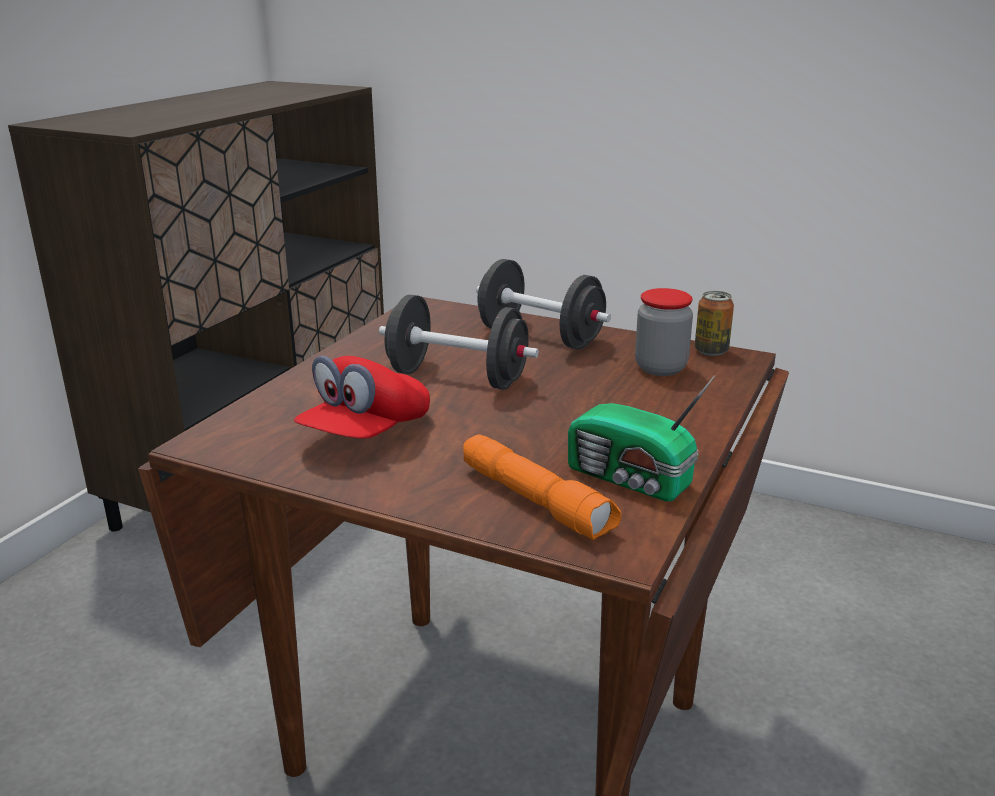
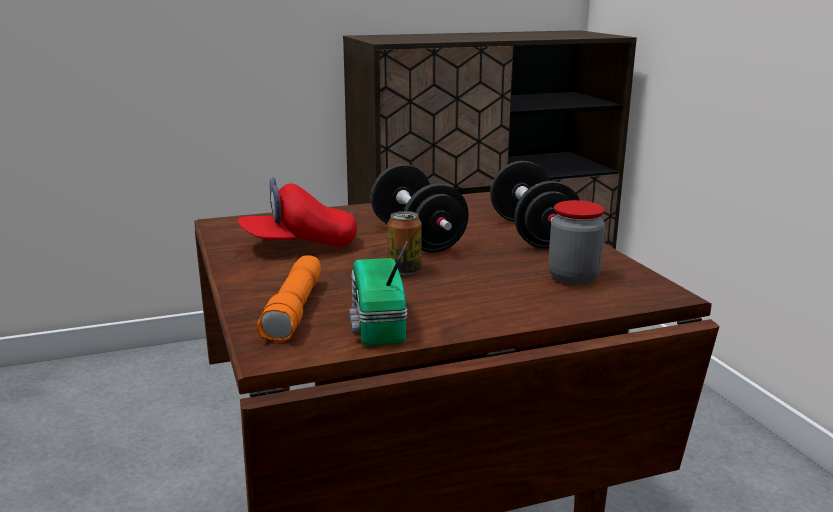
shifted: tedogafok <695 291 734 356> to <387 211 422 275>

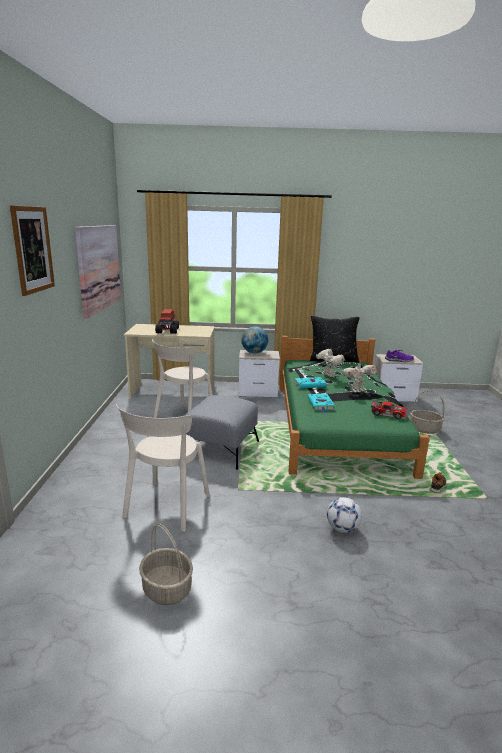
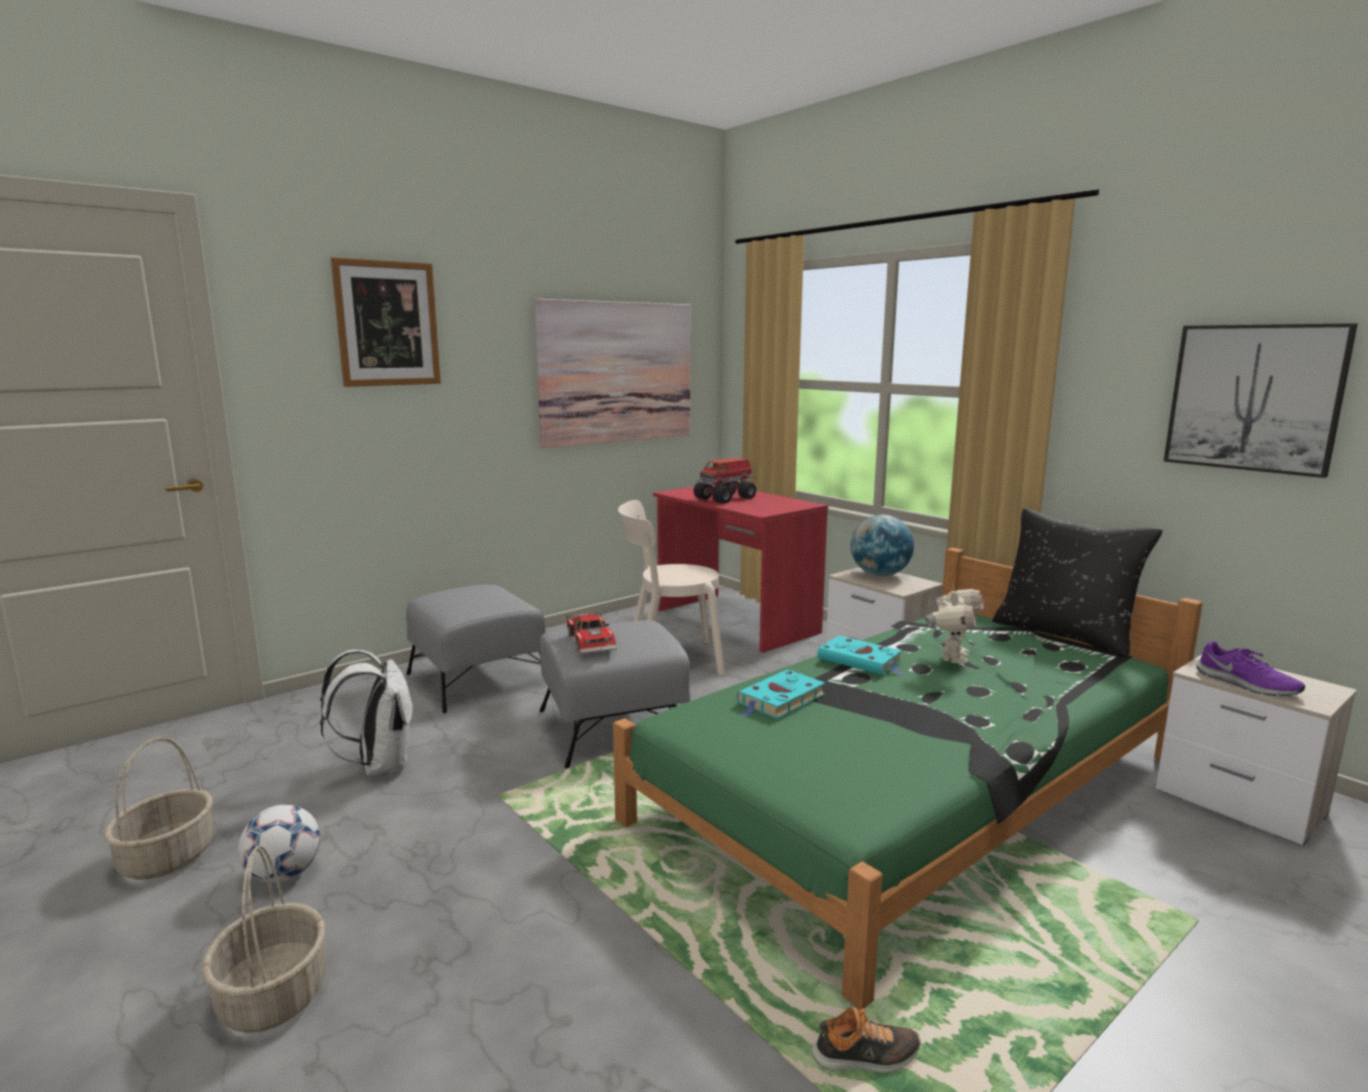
gone: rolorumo <341 360 377 392>
new: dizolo <1164 323 1358 478>; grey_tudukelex <406 585 545 713>
shifted: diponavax <410 391 444 434> to <202 845 326 1033>; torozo <371 400 407 419> to <566 611 617 654>; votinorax <327 497 362 533> to <238 804 320 883>
swapped: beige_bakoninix <116 404 210 532> to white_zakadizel <320 650 414 776>
repainted: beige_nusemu <124 324 215 399> to red_nusemu <653 483 828 653>

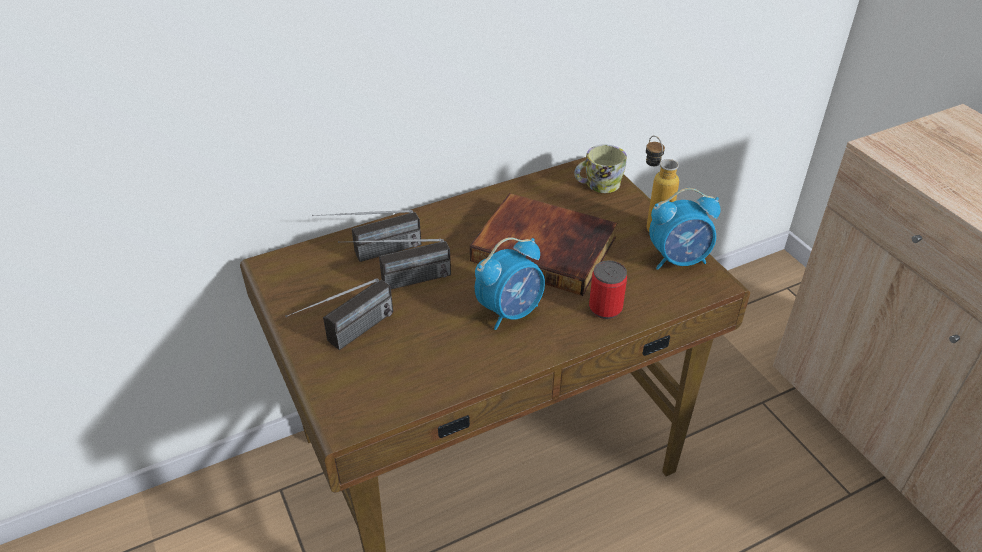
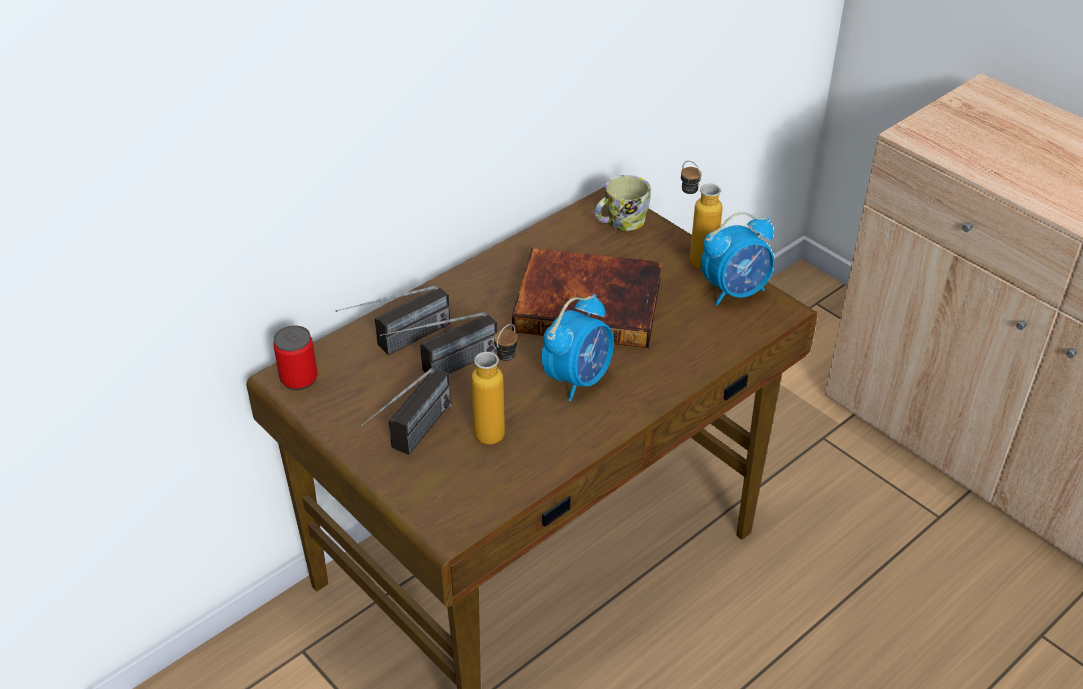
new: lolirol <471 324 518 445>
shifted: tedogafok <589 260 627 319> to <274 325 318 390>

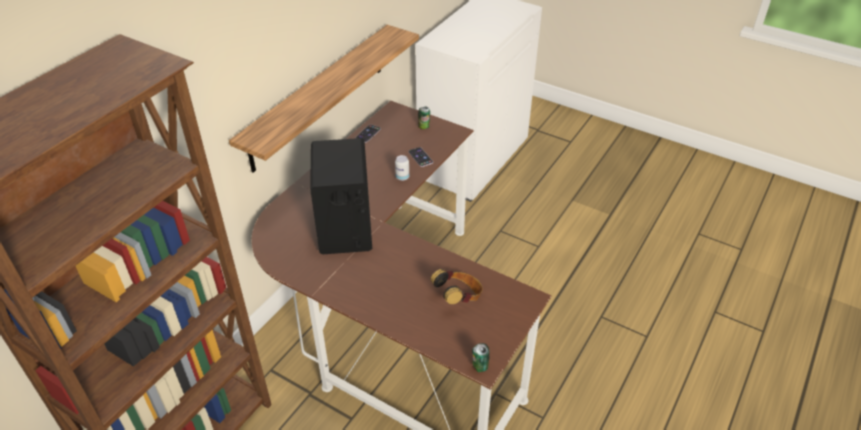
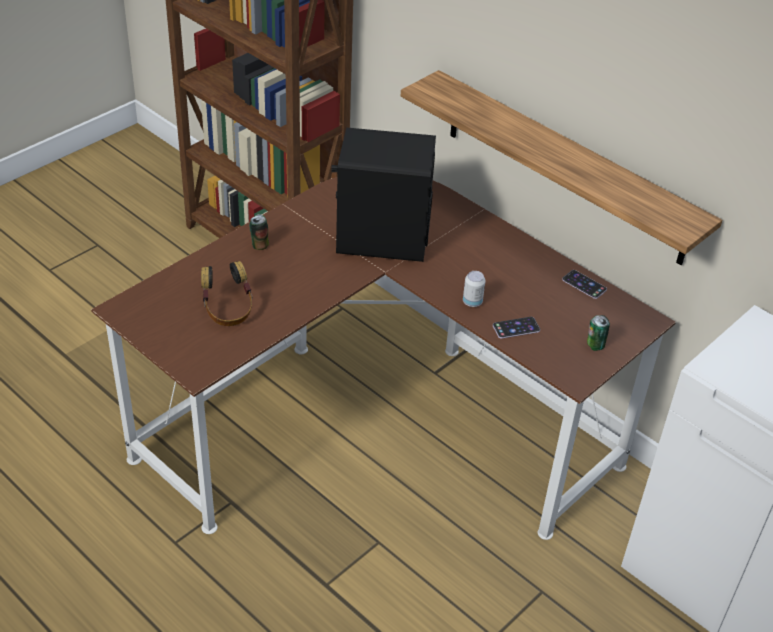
shifted: tedogafok <472 343 490 372> to <249 214 269 250>

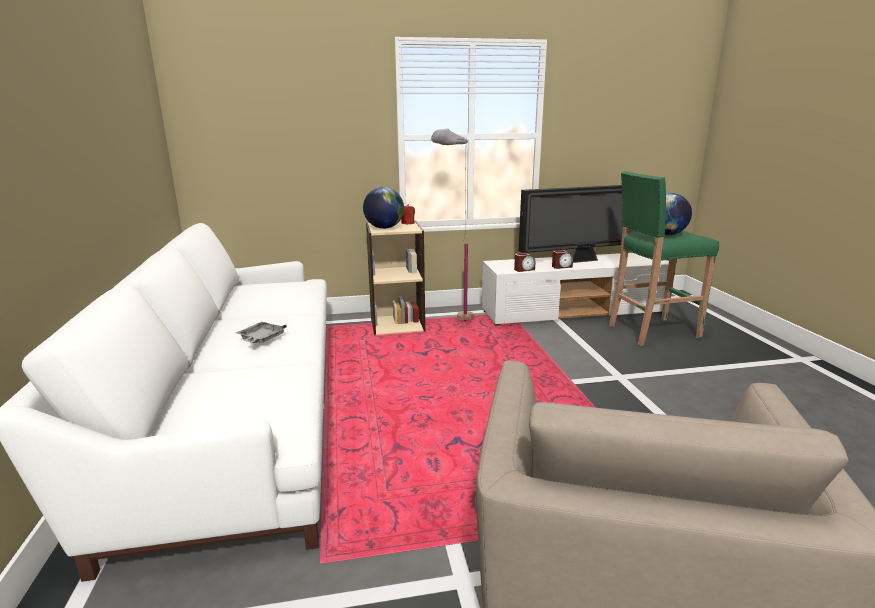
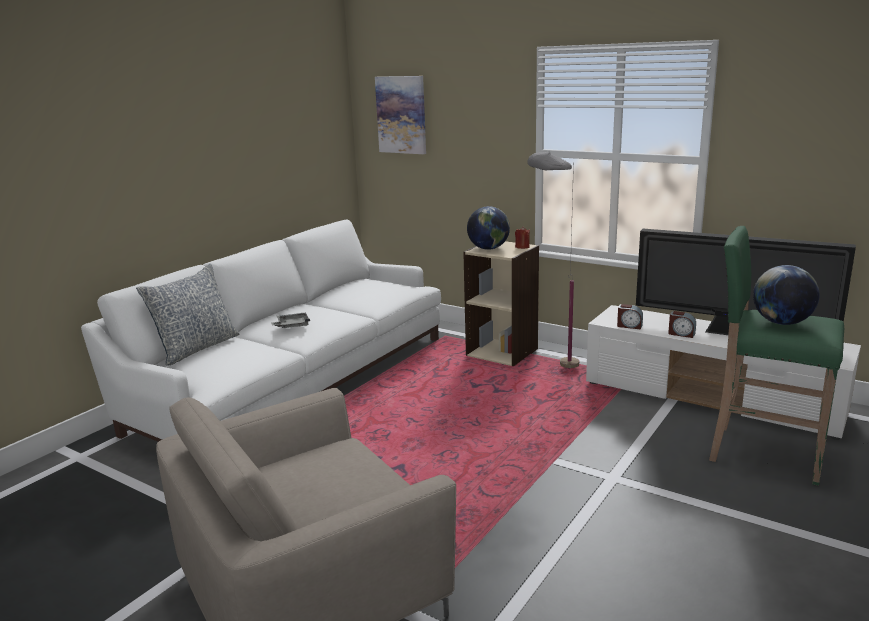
new: dizolo <375 76 426 154>; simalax <136 264 239 366>

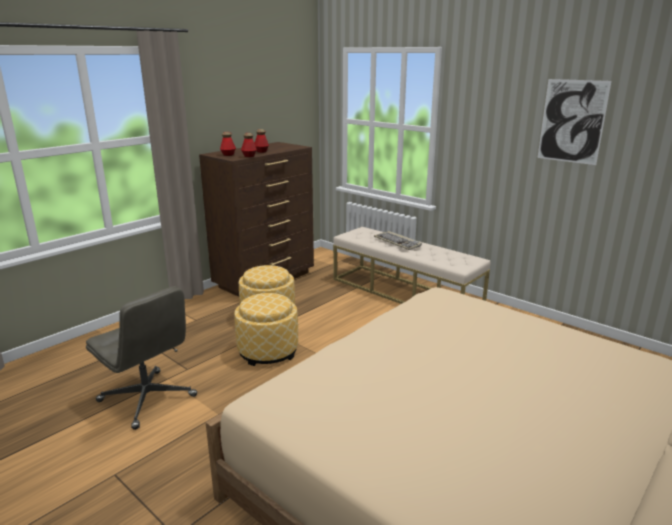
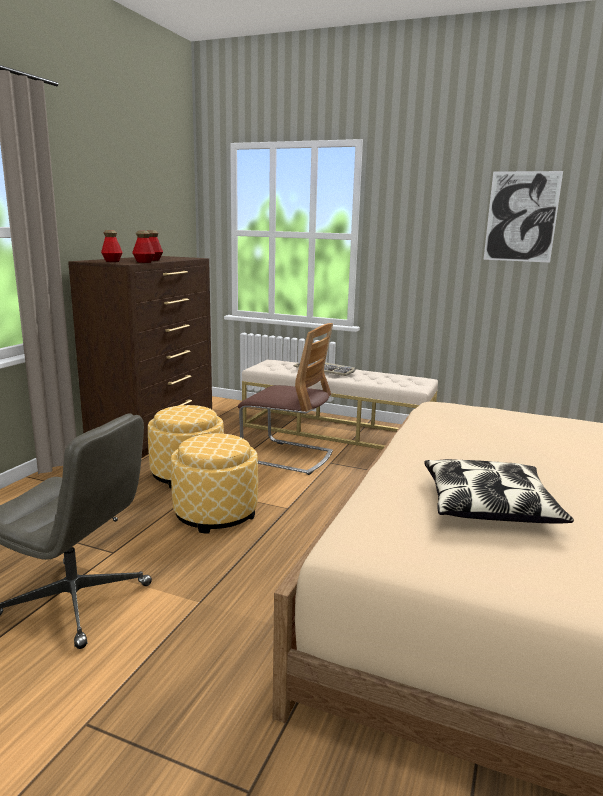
new: bakoninix <238 323 333 475>; simalax <424 459 574 524>

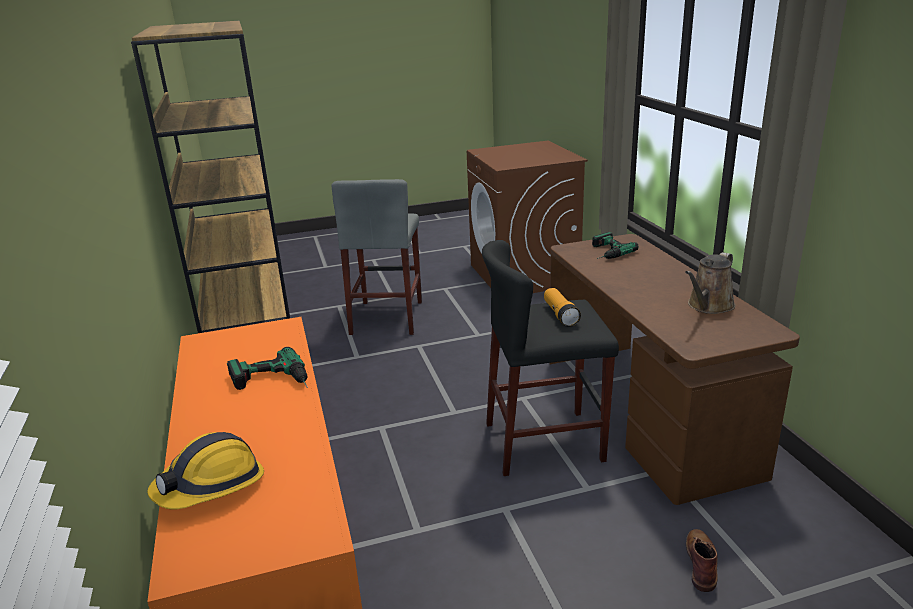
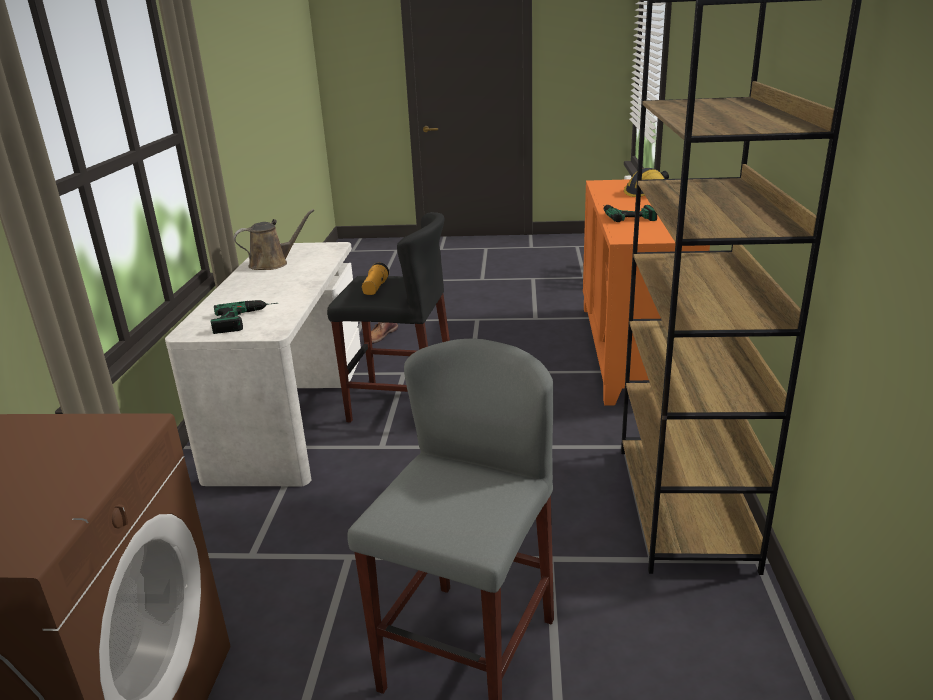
repainted: brown_nusemu <550 234 800 505> to white_nusemu <165 242 361 486>

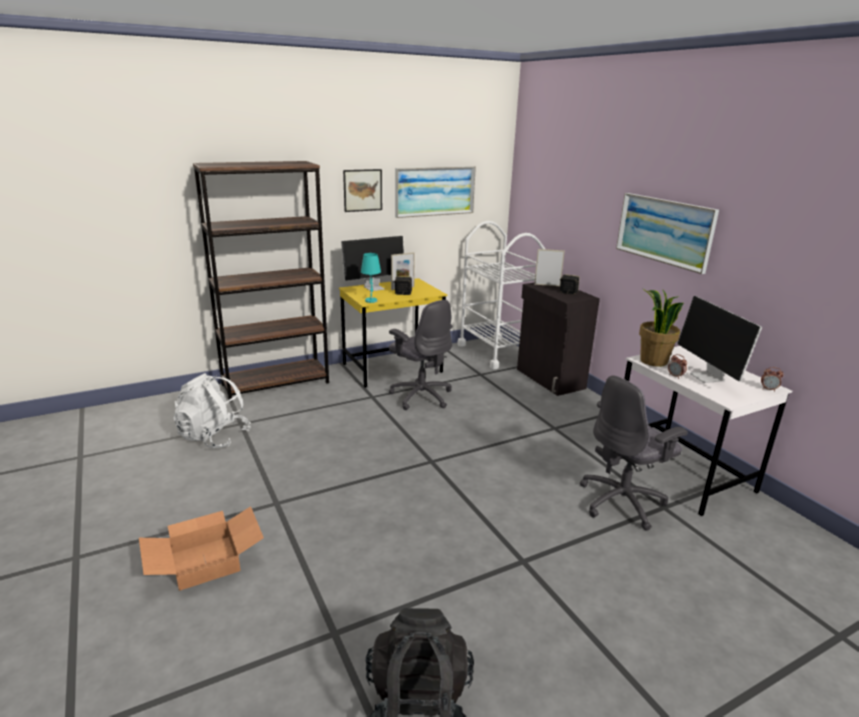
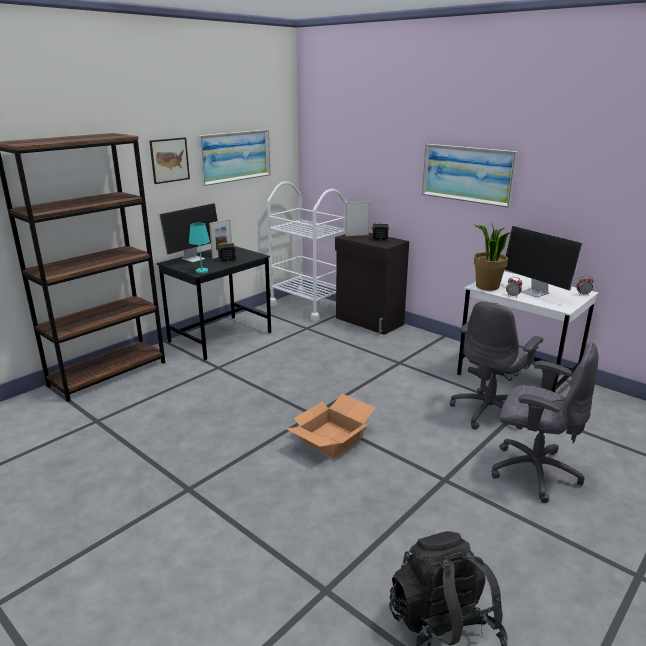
gone: white_zakadizel <174 373 251 448>
shifted: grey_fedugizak <389 300 453 410> to <491 342 598 503>; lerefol <139 506 264 591> to <285 393 376 458>
repainted: yellow_nusemu <339 278 447 388> to black_nusemu <157 246 271 360>

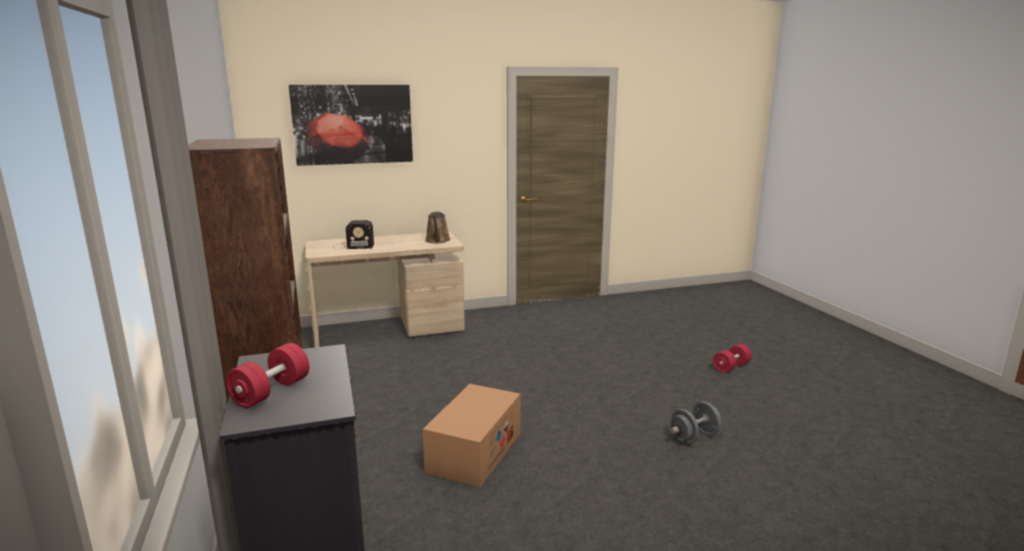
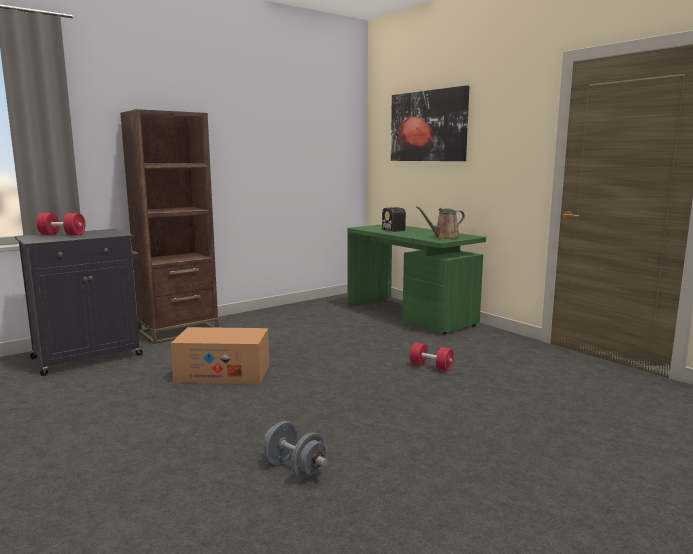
shifted: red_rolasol <713 344 752 373> to <410 342 454 371>
repainted: beige_nusemu <305 231 465 347> to green_nusemu <347 224 486 334>

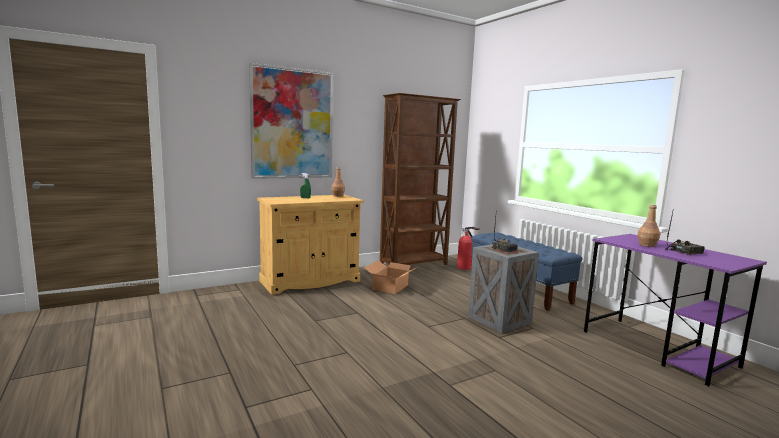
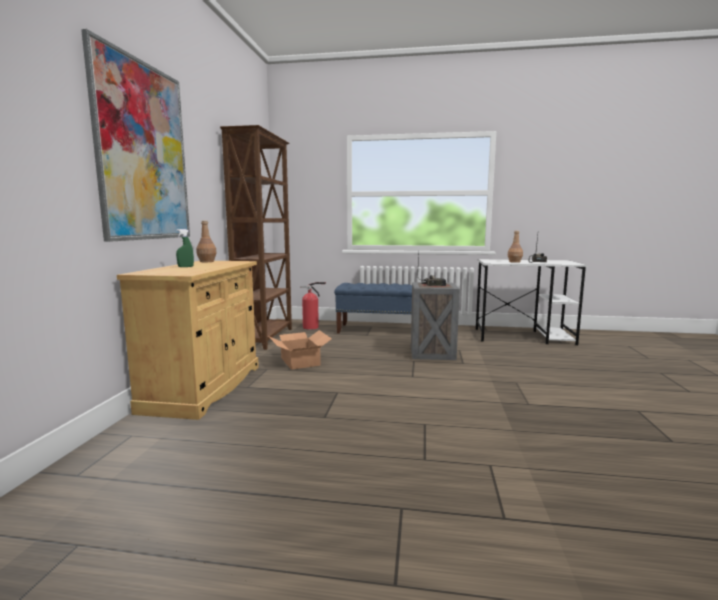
repainted: purple_nusemu <584 234 767 386> to white_nusemu <476 259 588 345>

